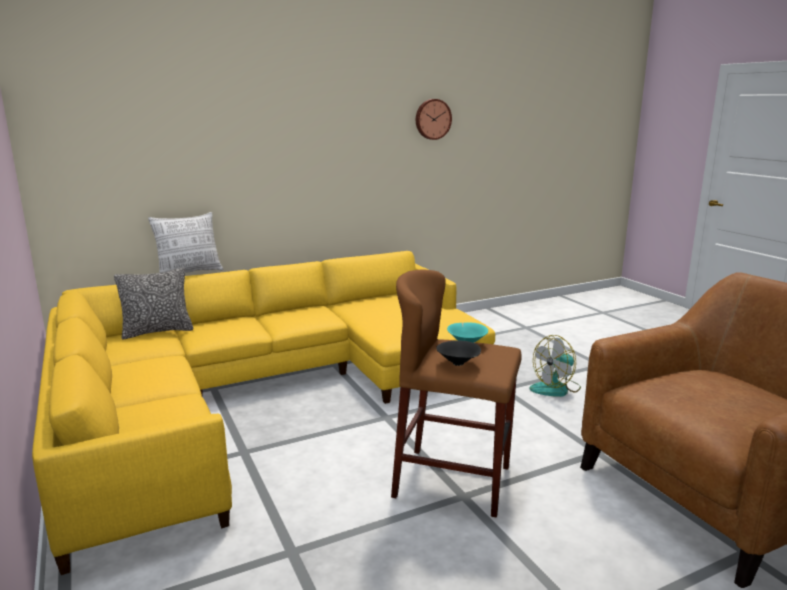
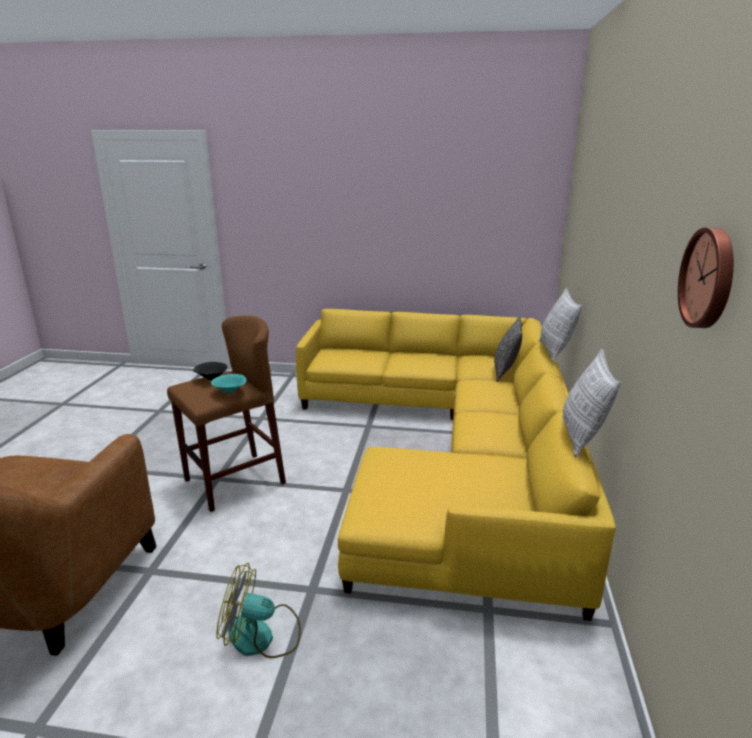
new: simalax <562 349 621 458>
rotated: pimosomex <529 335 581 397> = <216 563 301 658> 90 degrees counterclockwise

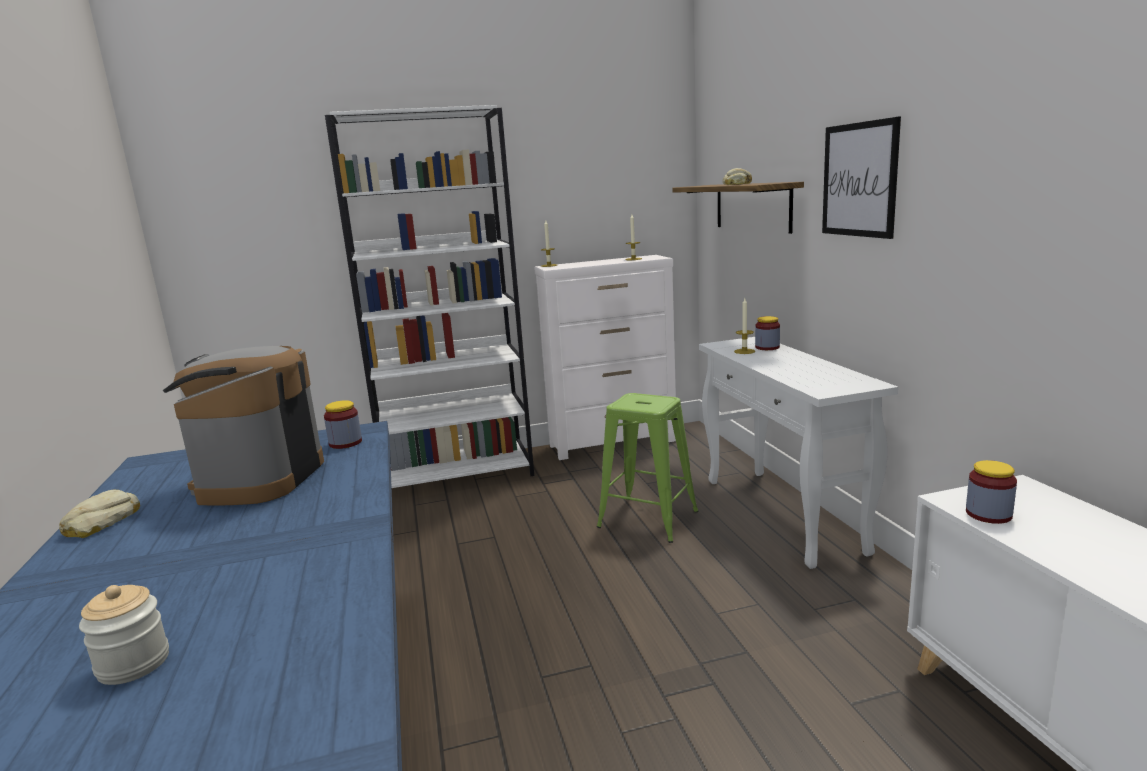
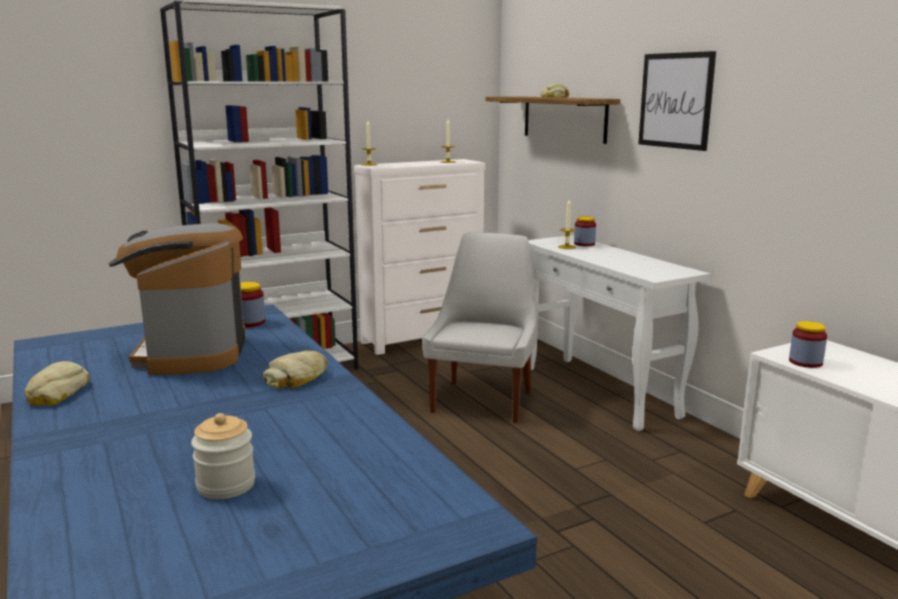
new: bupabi <263 350 327 389>
swapped: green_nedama <597 393 698 543> to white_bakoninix <422 233 538 423>

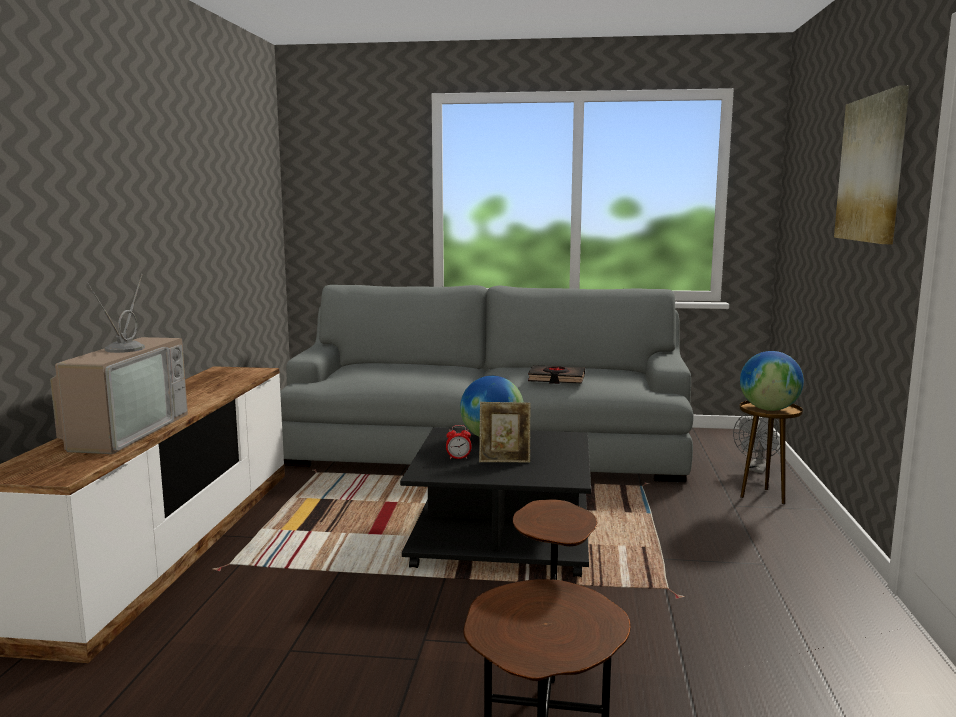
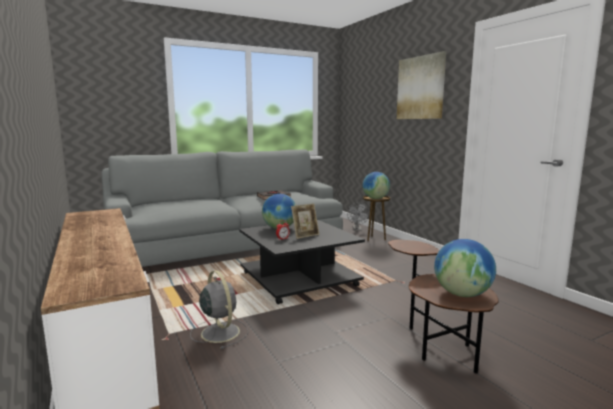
gone: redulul <50 274 188 454>
new: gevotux <434 239 496 297>; grey_pimosomex <190 270 249 349>

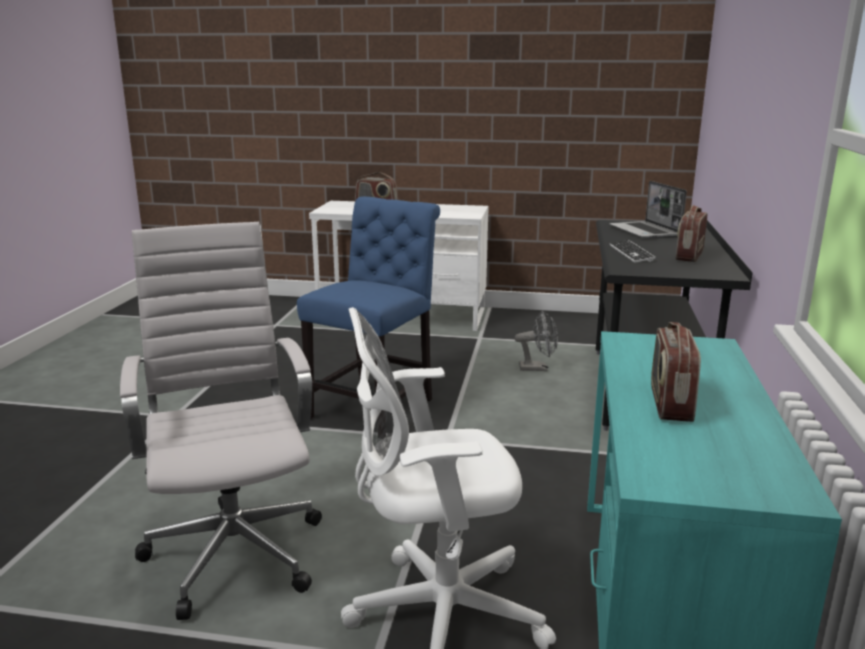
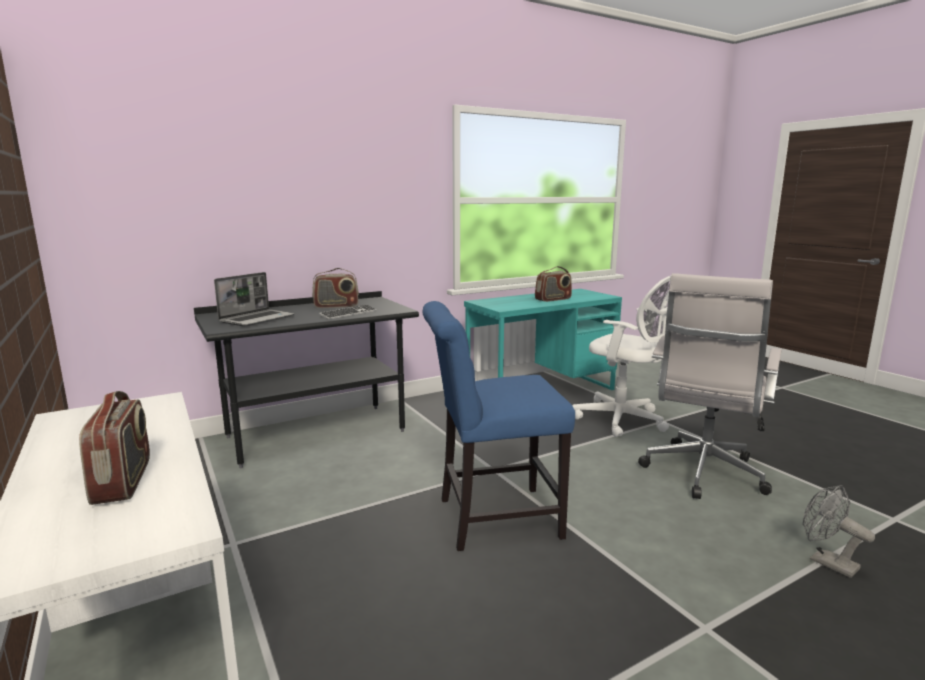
shifted: grey_pimosomex <514 311 558 371> to <803 485 875 578>

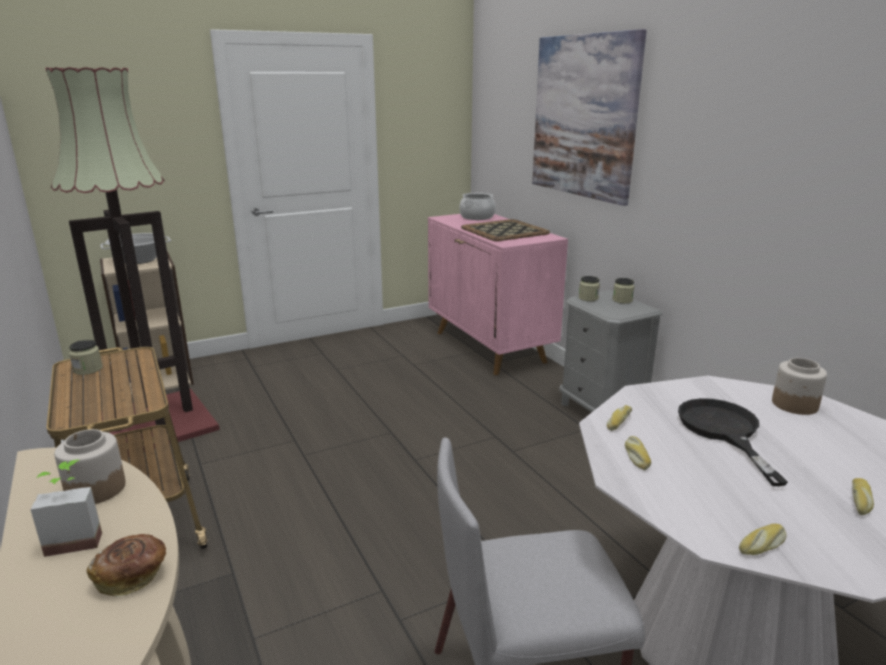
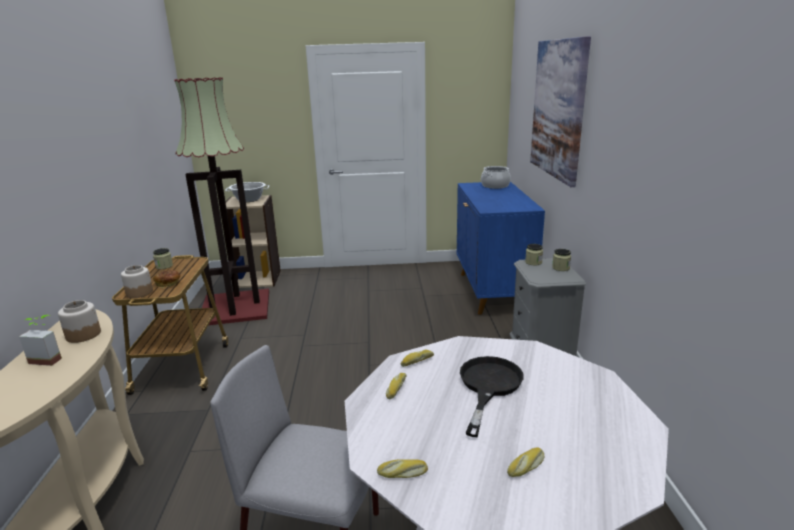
gone: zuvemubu <461 219 550 241>
shifted: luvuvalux <772 358 827 415> to <121 265 153 298>; bupabi <87 534 166 597> to <153 270 180 288>
repainted: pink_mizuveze <428 214 568 375> to blue_mizuveze <457 182 545 315>

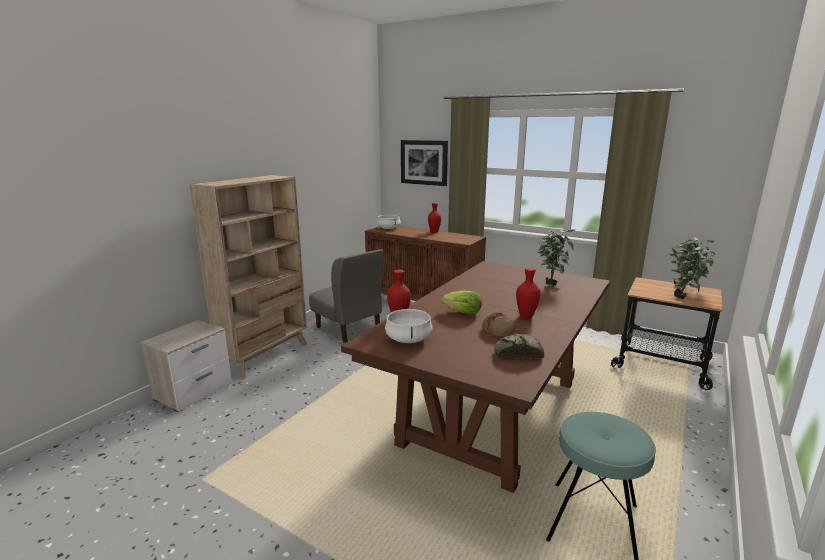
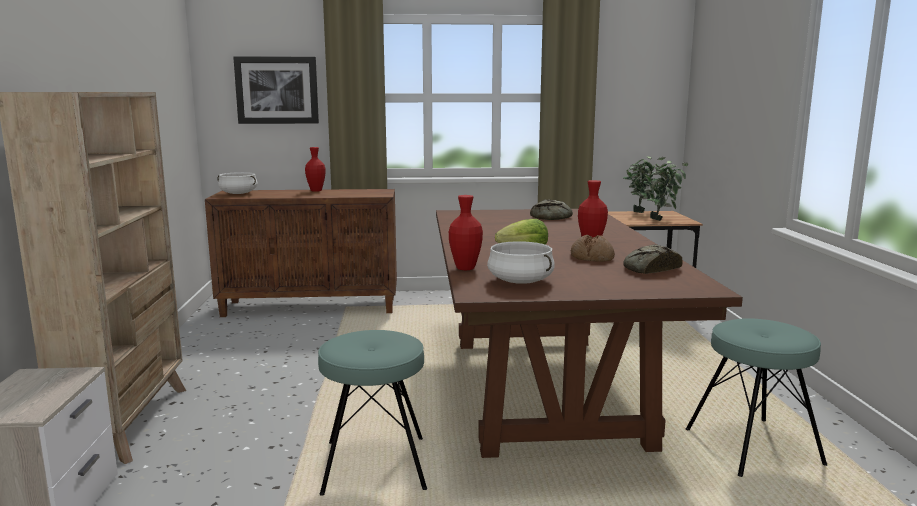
gone: grey_bakoninix <309 249 384 343>
new: turquoise_nedama <318 330 427 496>
swapped: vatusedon <536 229 575 285> to bupabi <530 199 573 220>

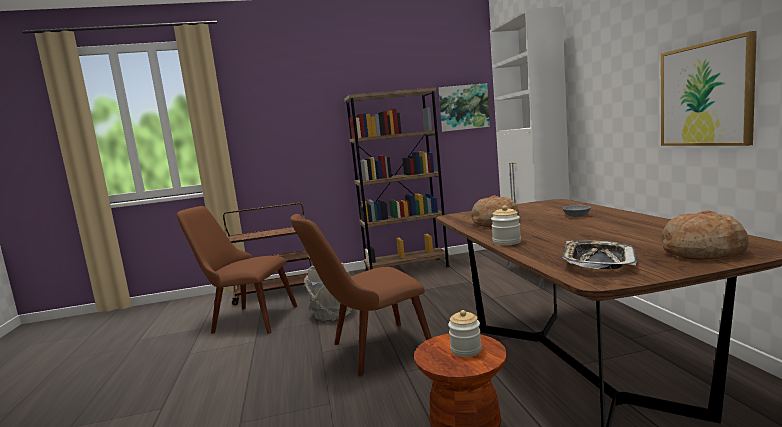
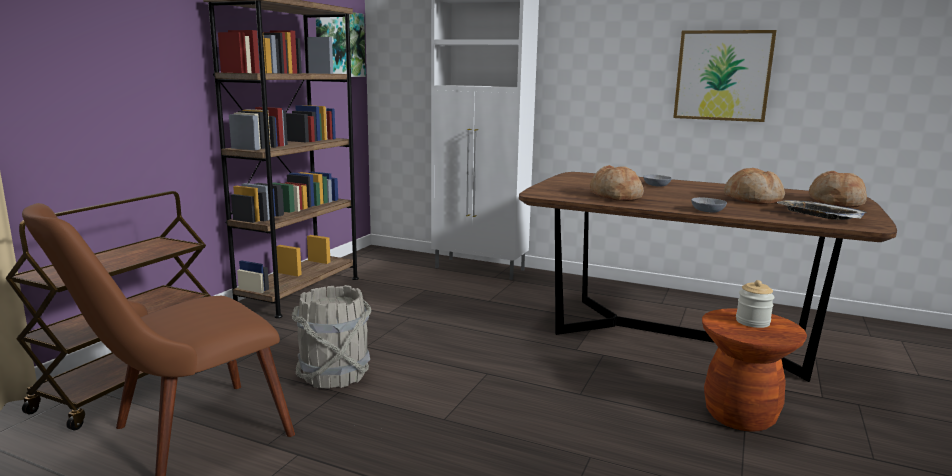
gone: brown_bakoninix <290 214 432 376>
new: bupabi <724 168 785 204>
swapped: luvuvalux <491 205 521 245> to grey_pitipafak <691 197 727 213>

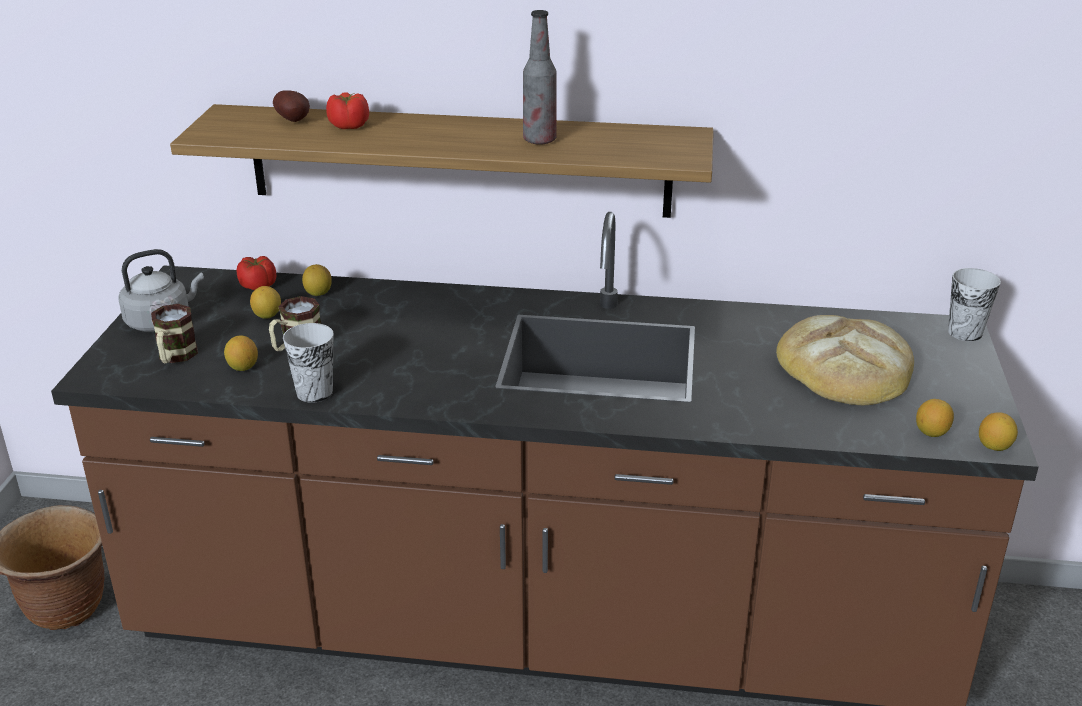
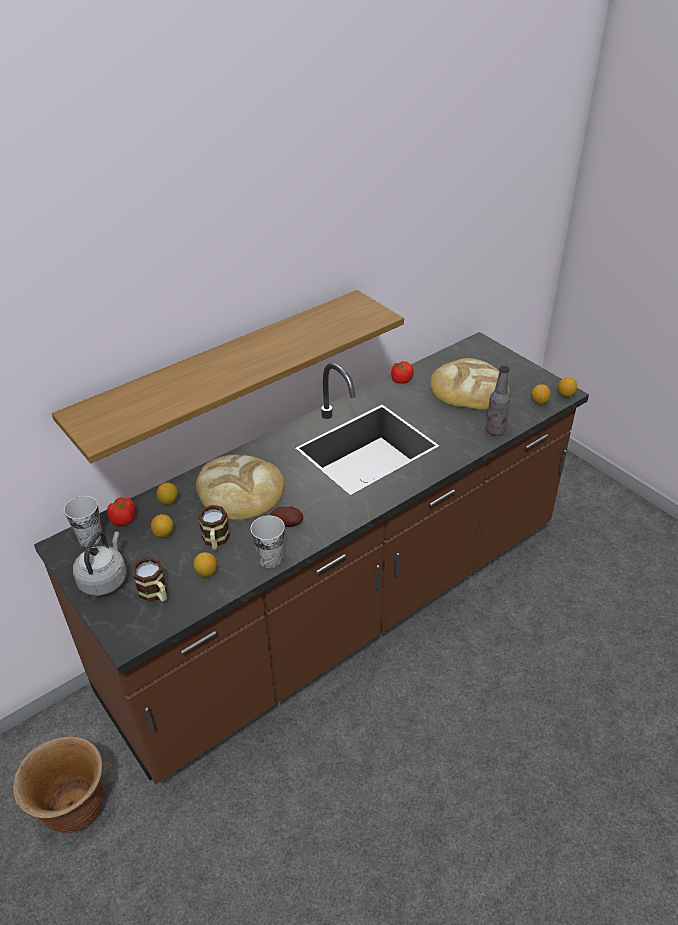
new: bupabi <196 455 285 520>
shifted: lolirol <523 10 557 145> to <486 366 510 436>; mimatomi <273 90 310 122> to <270 506 303 527>; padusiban <326 92 369 129> to <391 361 414 384>; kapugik <948 268 1001 341> to <64 496 102 547>

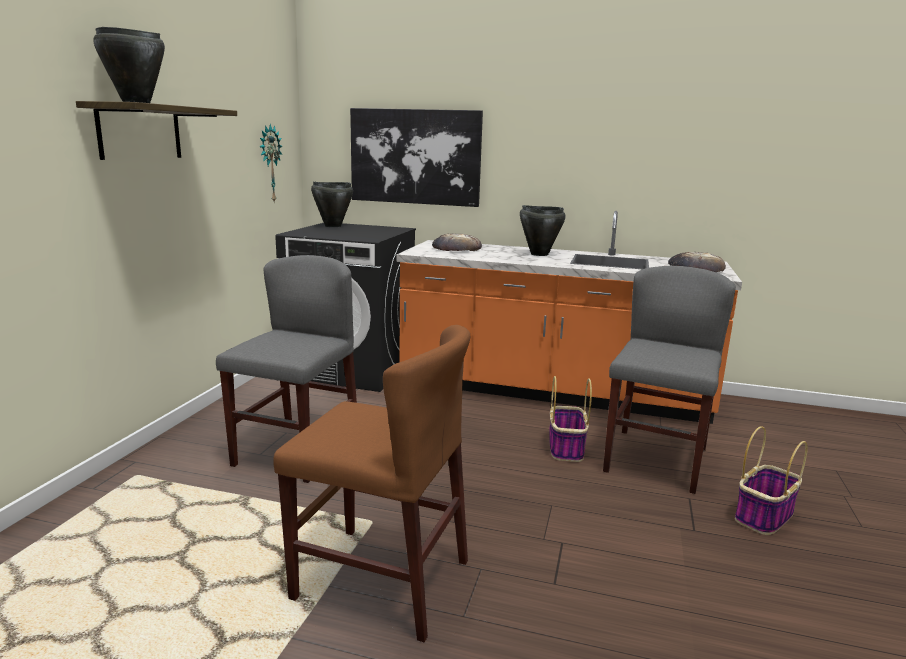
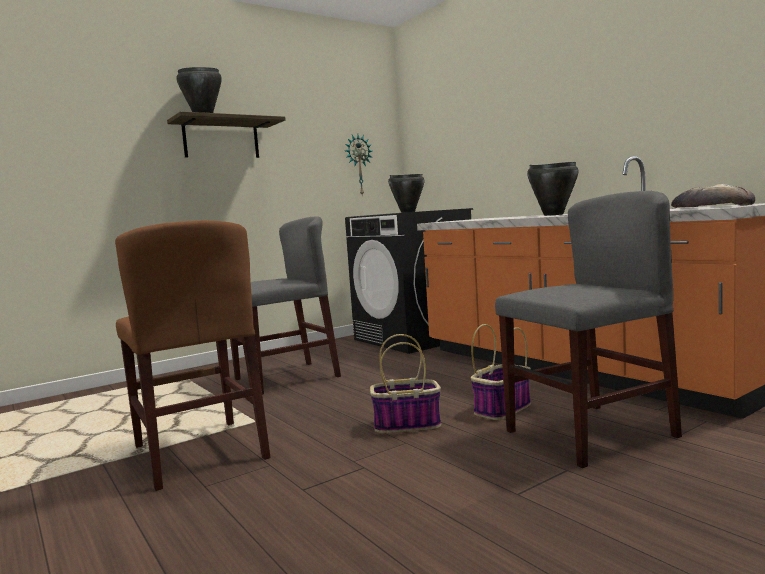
gone: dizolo <350 108 483 207>; bupabi <432 234 482 251>
shifted: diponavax <735 426 808 535> to <370 334 441 433>

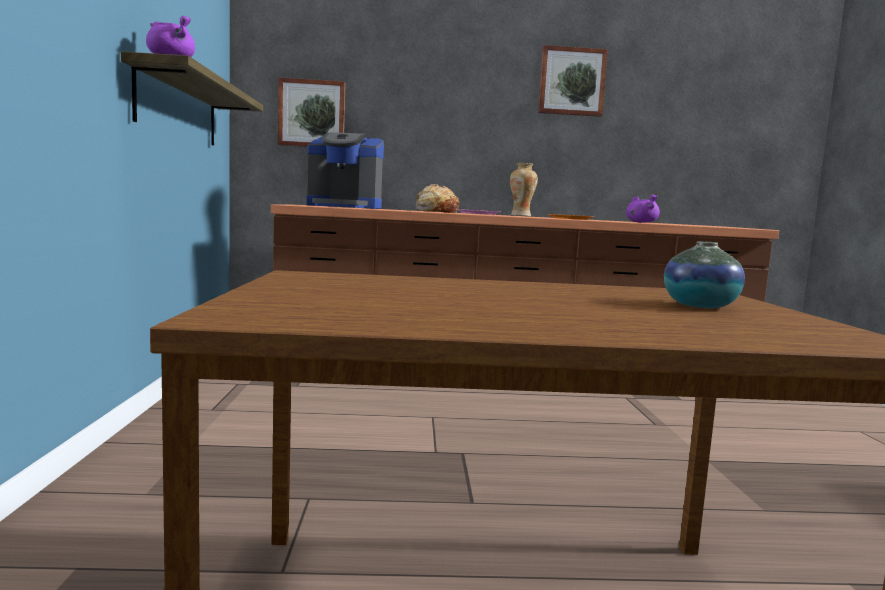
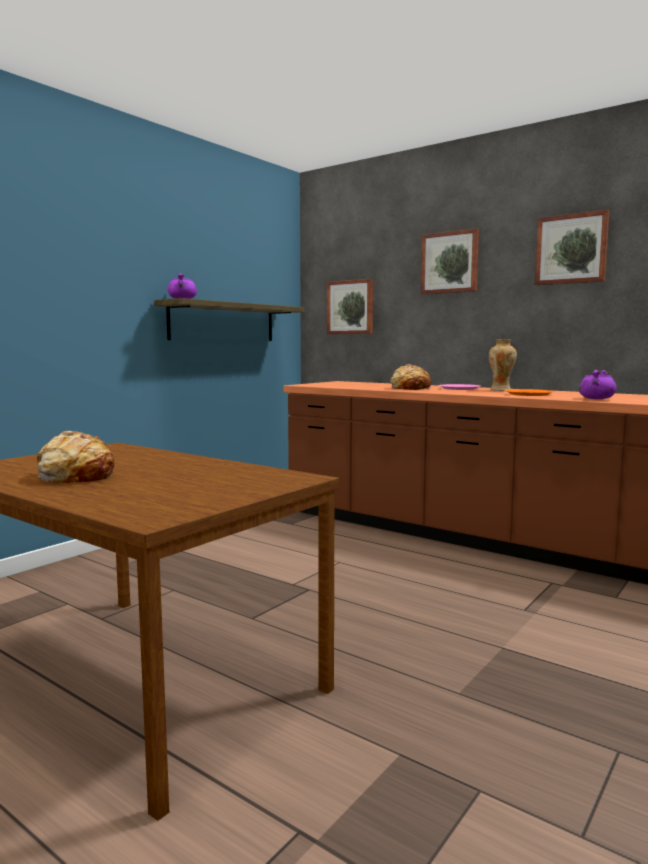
gone: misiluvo <306 132 384 209>; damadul <664 241 745 308>
new: dizolo <420 228 479 294>; bupabi <37 431 115 483>

